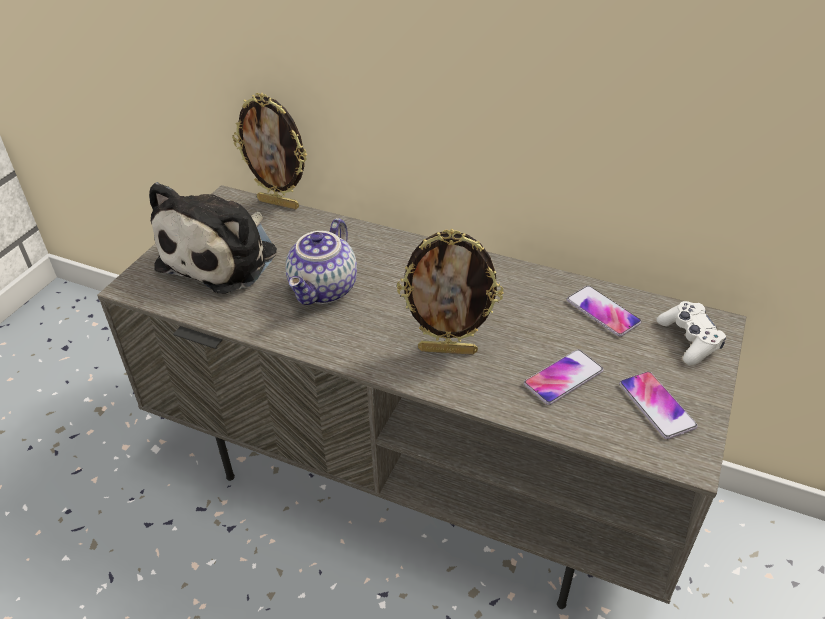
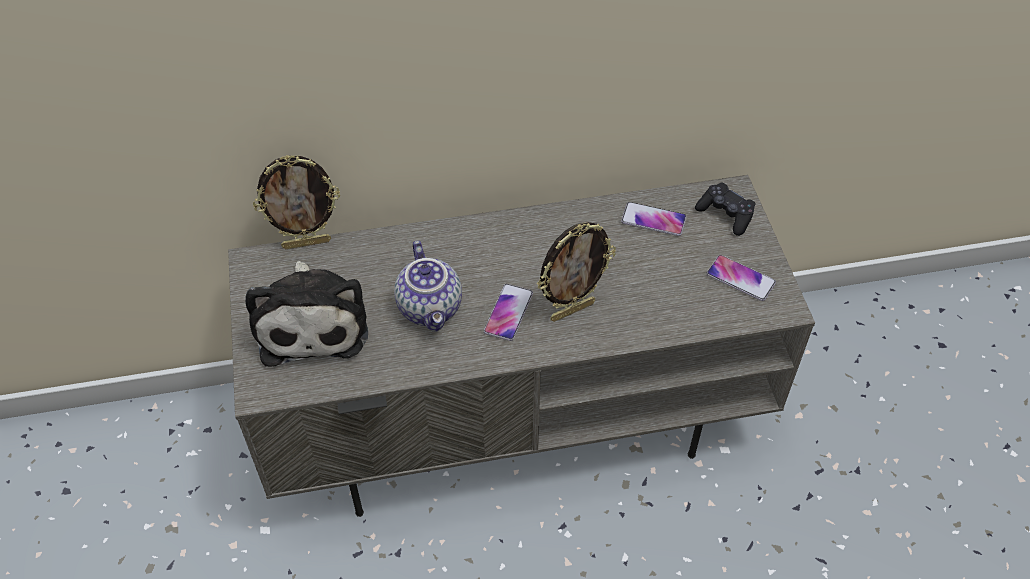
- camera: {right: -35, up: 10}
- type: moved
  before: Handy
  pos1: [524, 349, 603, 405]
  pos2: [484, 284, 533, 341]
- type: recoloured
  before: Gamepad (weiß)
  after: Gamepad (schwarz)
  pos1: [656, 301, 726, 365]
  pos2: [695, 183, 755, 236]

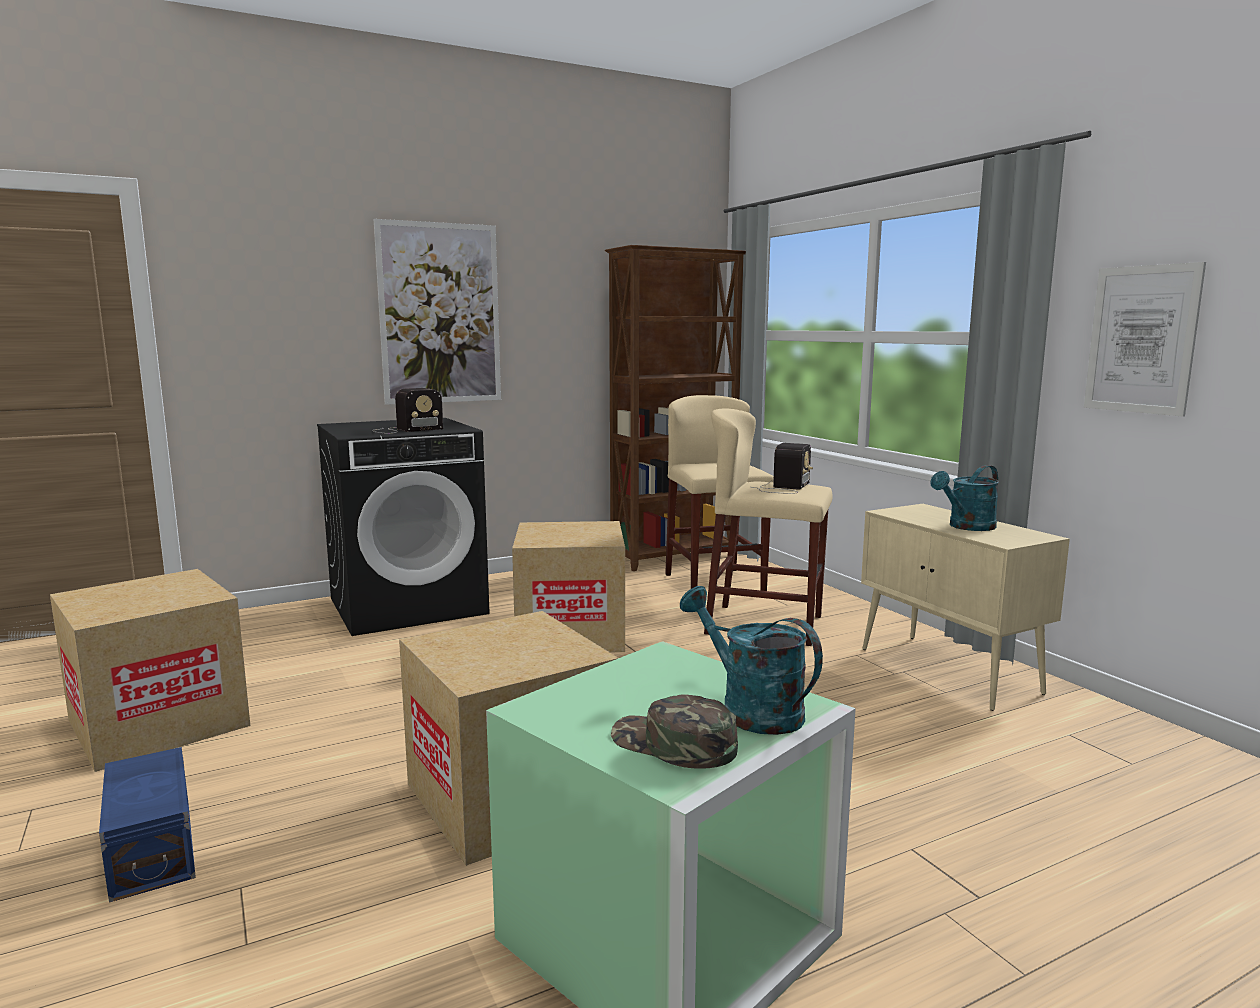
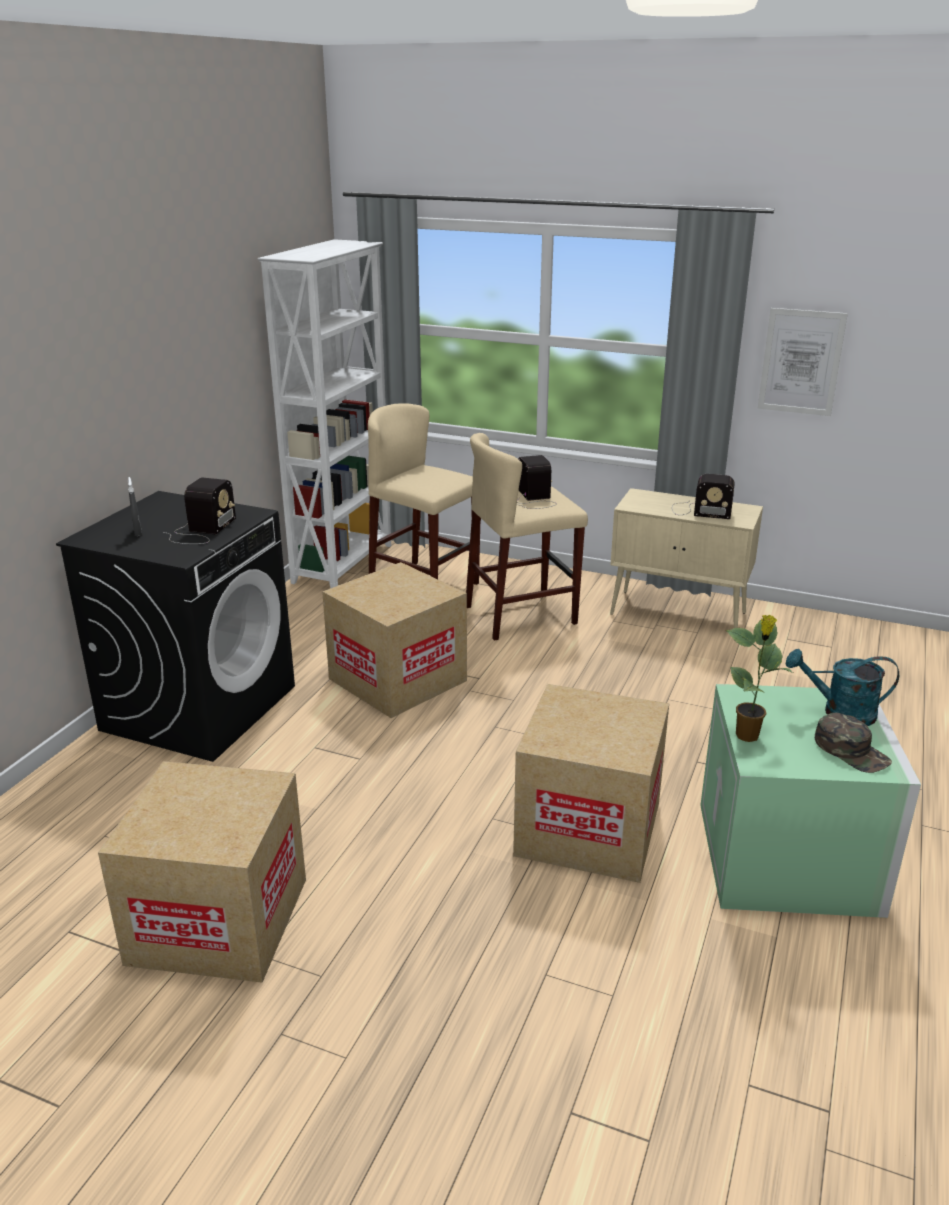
- camera: {right: -40, up: 15}
- type: removed
  before: Aufbewahrungsbox (blau)
  pos1: [99, 747, 196, 903]
- type: removed
  before: Bild
  pos1: [374, 219, 501, 405]
- type: recoloured
  before: Bücherregal (braun)
  after: Bücherregal (weiß)
  pos1: [605, 245, 746, 571]
  pos2: [258, 239, 391, 588]
- type: turned
  before: Kappe (grün)
  pos1: [611, 694, 738, 769]
  pos2: [815, 713, 892, 773]
  turn: -120
- type: replaced
  before: Gießkanne (türkis)
  after: Radio
  pos1: [930, 465, 999, 531]
  pos2: [672, 474, 735, 519]
- type: added
  after: Sprühflasche (grau)
  pos2: [128, 477, 142, 536]
- type: added
  after: Topfpflanze
  pos2: [726, 615, 793, 742]

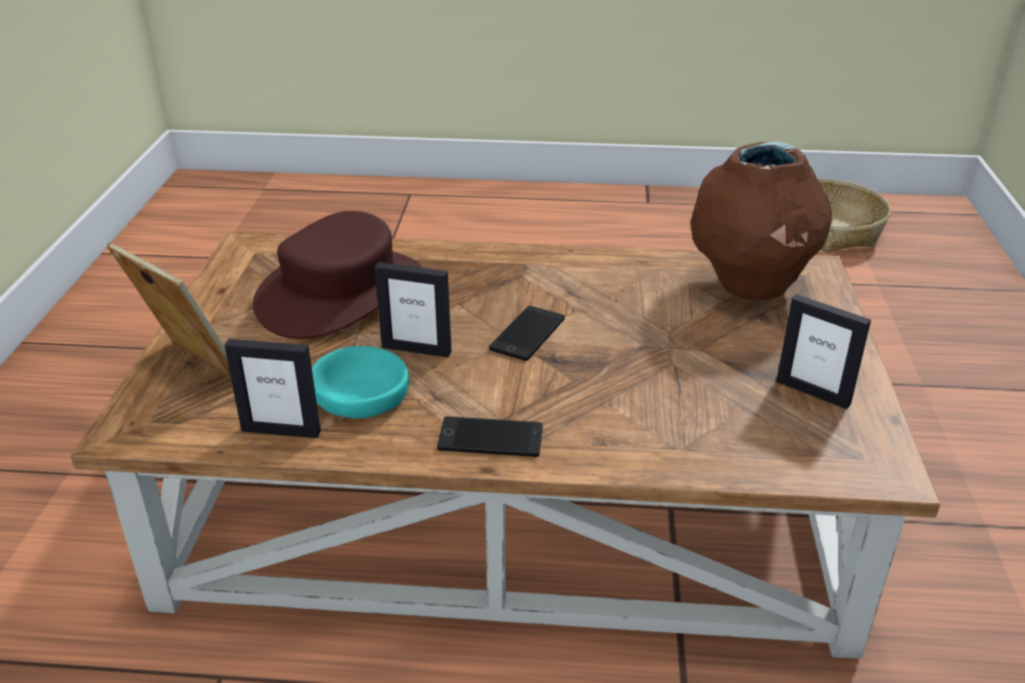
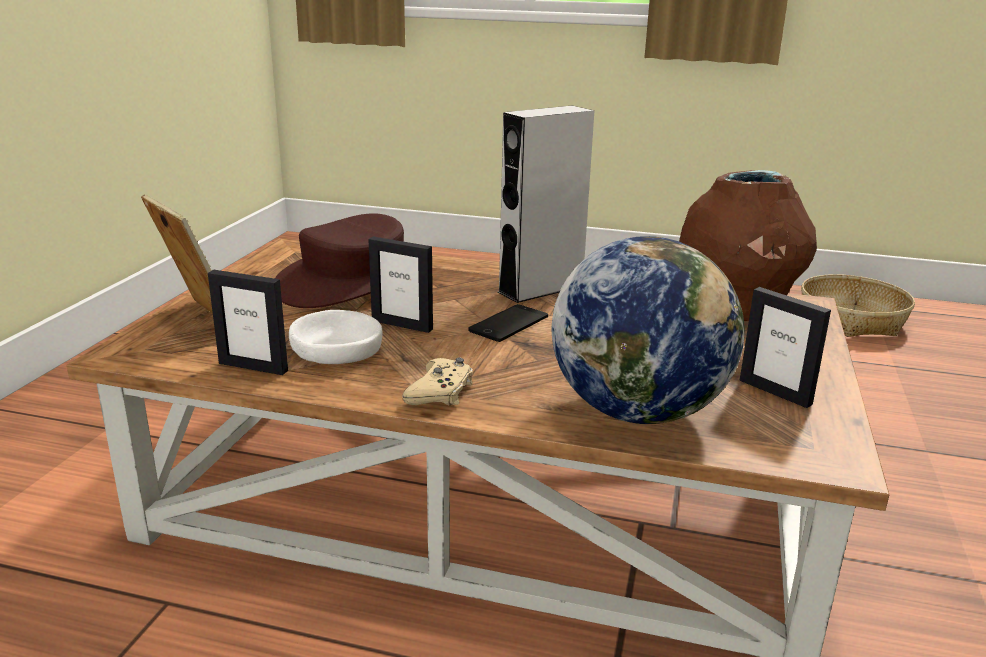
- camera: {right: 10, up: -10}
- type: recoloured
  before: Schüssel (türkis)
  after: Schüssel (weiß)
  pos1: [312, 346, 409, 418]
  pos2: [289, 310, 382, 364]
- type: replaced
  before: Handy
  after: Gamepad (beige)
  pos1: [437, 417, 543, 457]
  pos2: [402, 357, 473, 406]
- type: added
  after: Lautsprecher (grau)
  pos2: [498, 106, 594, 303]
- type: added
  after: Globus
  pos2: [551, 236, 744, 424]

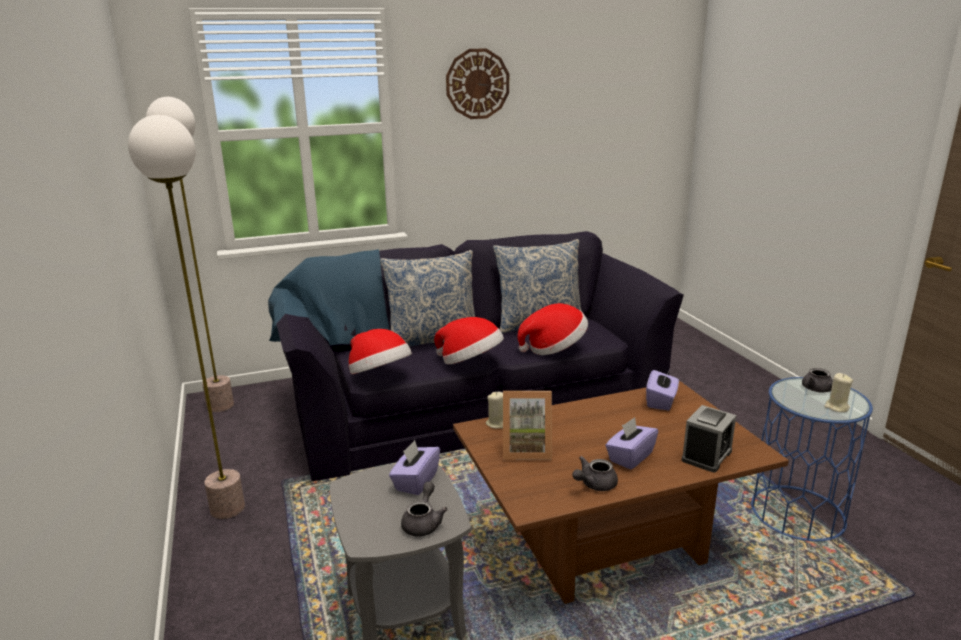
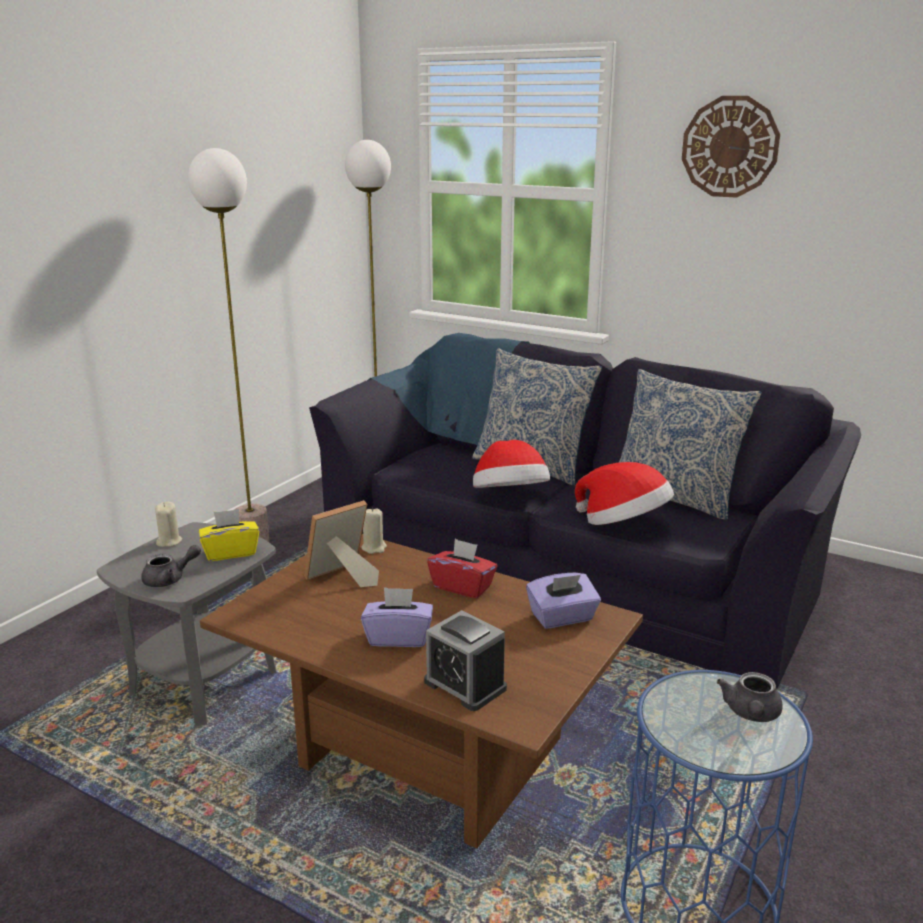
- camera: {right: 50, up: 0}
- type: removed
  before: Hut
  pos1: [348, 329, 412, 374]
- type: recoloured
  before: Taschentuchbox (lila)
  after: Taschentuchbox (gelb)
  pos1: [389, 440, 440, 495]
  pos2: [199, 509, 259, 561]
- type: turned
  before: Bilderrahmen
  pos1: [503, 391, 552, 460]
  pos2: [304, 500, 379, 587]
  turn: 90
- type: removed
  before: Teekanne (grau)
  pos1: [572, 456, 618, 491]
- type: turned
  before: Wecker
  pos1: [682, 405, 736, 472]
  pos2: [424, 610, 507, 711]
  turn: 45
- type: moved
  before: Kerze (beige)
  pos1: [824, 373, 853, 412]
  pos2: [155, 502, 182, 547]
- type: added
  after: Taschentuchbox (rot)
  pos2: [427, 539, 498, 598]

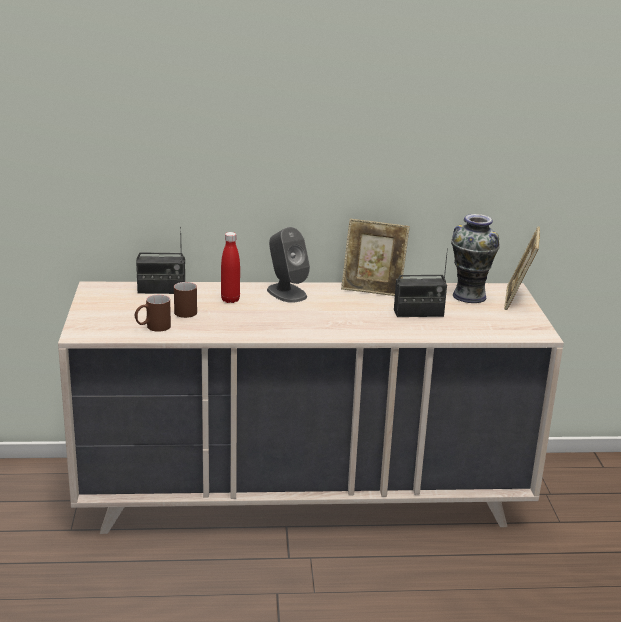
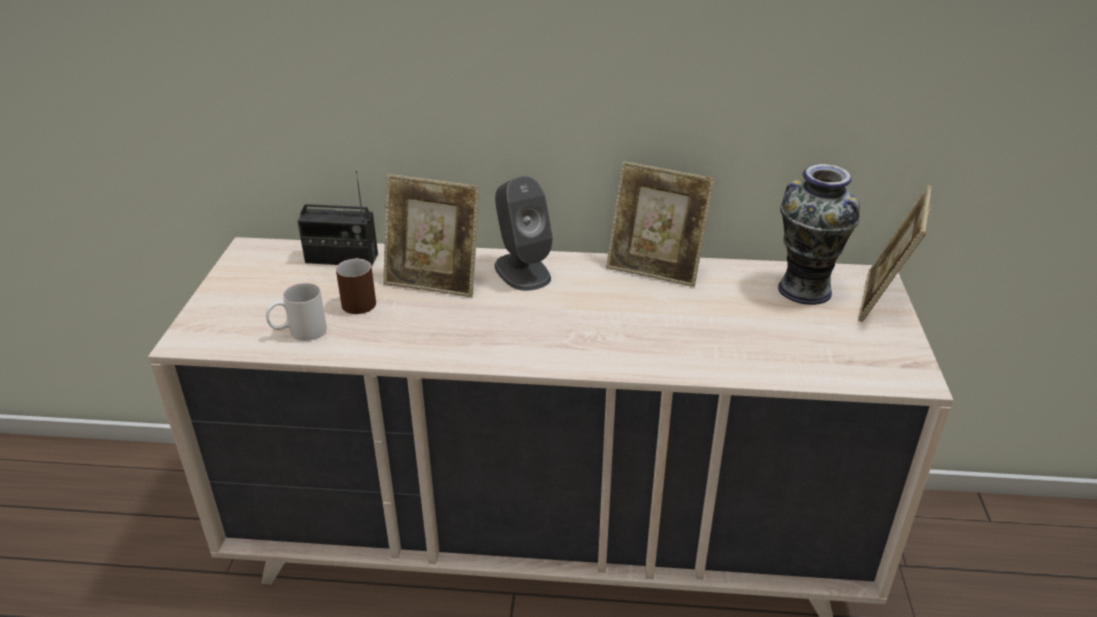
- camera: {right: 10, up: 10}
- type: recoloured
  before: Henkelbecher (braun)
  after: Henkelbecher (weiß)
  pos1: [134, 295, 171, 332]
  pos2: [266, 283, 327, 341]
- type: replaced
  before: Flasche (rot)
  after: Bilderrahmen
  pos1: [221, 232, 240, 303]
  pos2: [383, 174, 480, 297]
- type: removed
  before: Radio
  pos1: [394, 248, 448, 317]

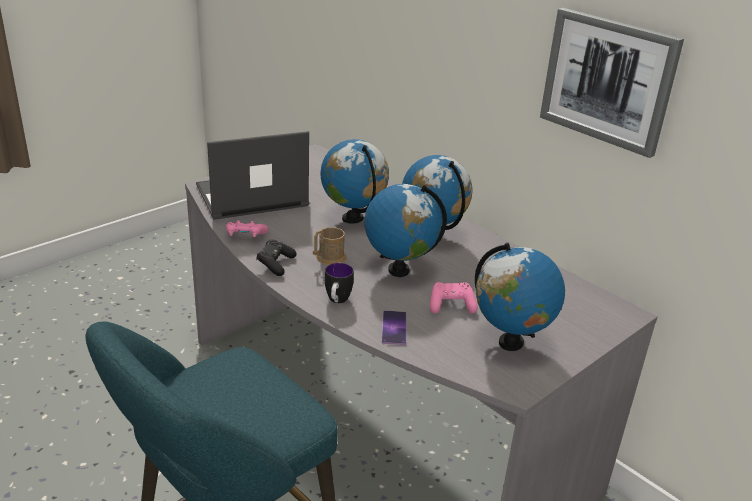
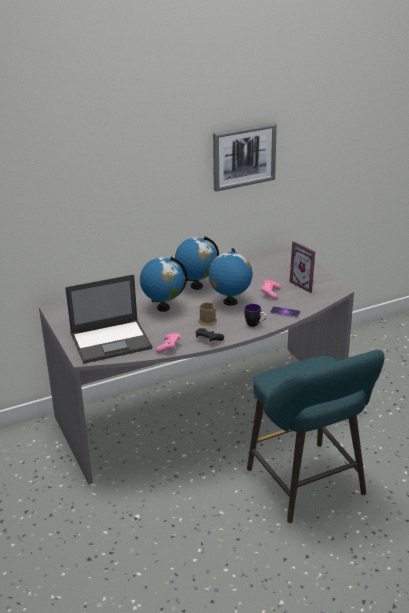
- camera: {right: -70, up: 0}
- type: turned
  before: Laptop
  pos1: [196, 131, 309, 220]
  pos2: [65, 274, 152, 364]
  turn: -105
- type: replaced
  before: Globus
  after: Bilderrahmen
  pos1: [475, 243, 565, 351]
  pos2: [290, 241, 315, 293]

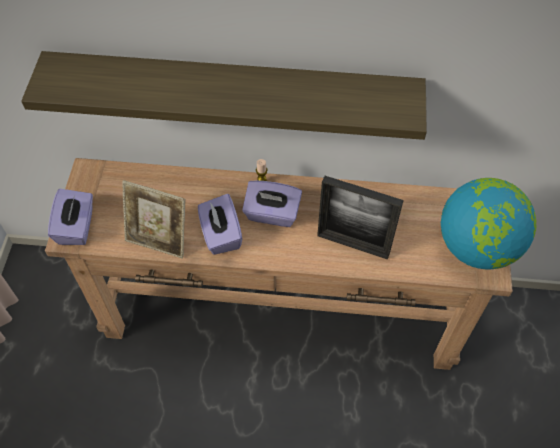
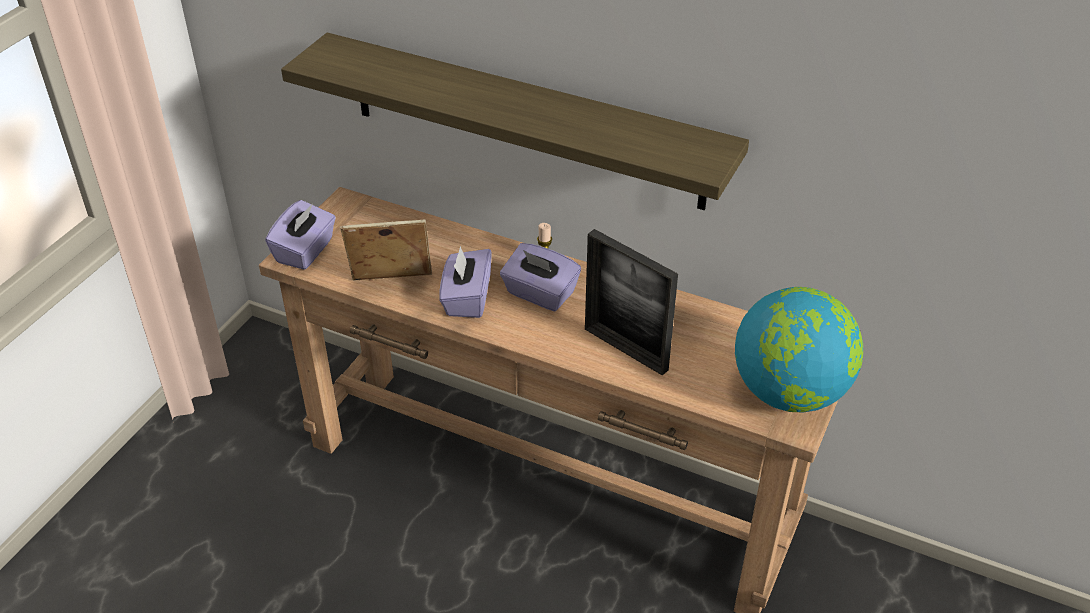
- camera: {right: 20, up: -15}
- type: turned
  before: Bilderrahmen
  pos1: [122, 180, 185, 259]
  pos2: [340, 220, 432, 281]
  turn: 135

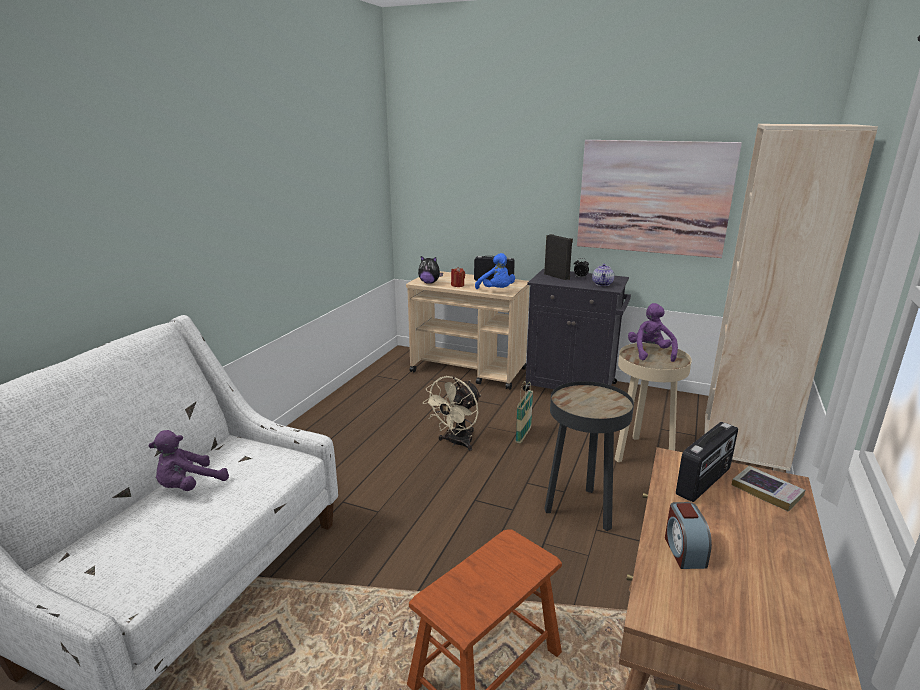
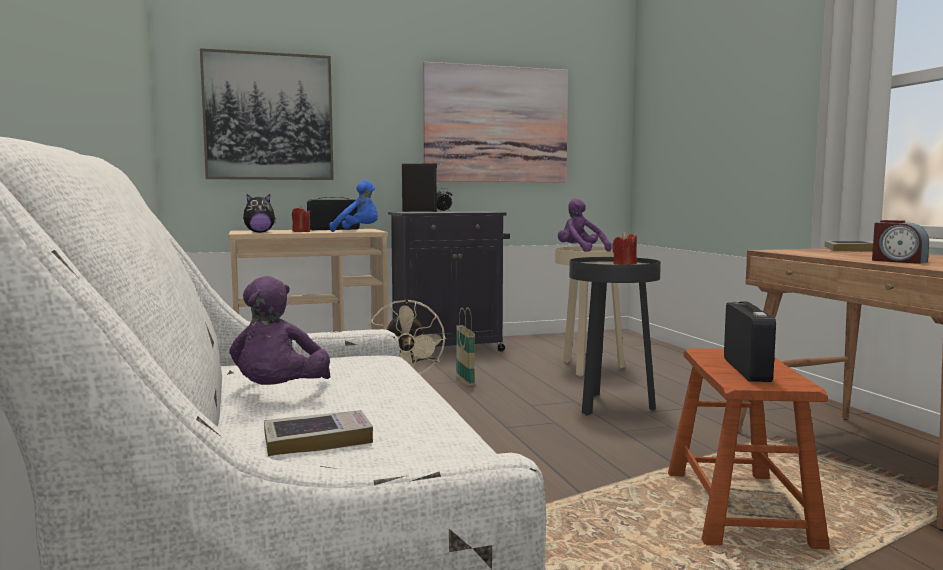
- camera: {right: -40, up: -15}
- type: removed
  before: Teekanne
  pos1: [592, 264, 614, 286]
- type: moved
  before: Radio
  pos1: [676, 422, 738, 502]
  pos2: [724, 301, 776, 382]
- type: removed
  before: Bücherregal (beige)
  pos1: [704, 124, 878, 472]
- type: added
  after: Bild
  pos2: [200, 48, 334, 180]
- type: added
  after: Buch
  pos2: [264, 410, 373, 456]
- type: added
  after: Kerze (rot)
  pos2: [612, 232, 637, 265]

